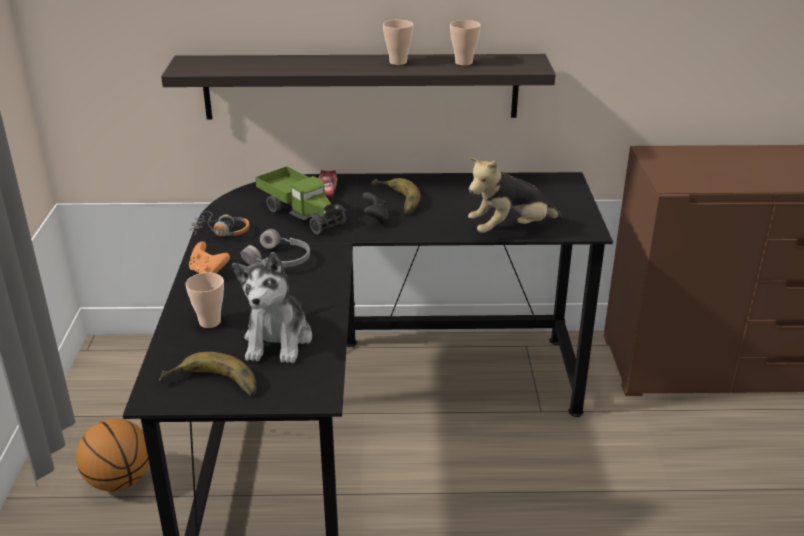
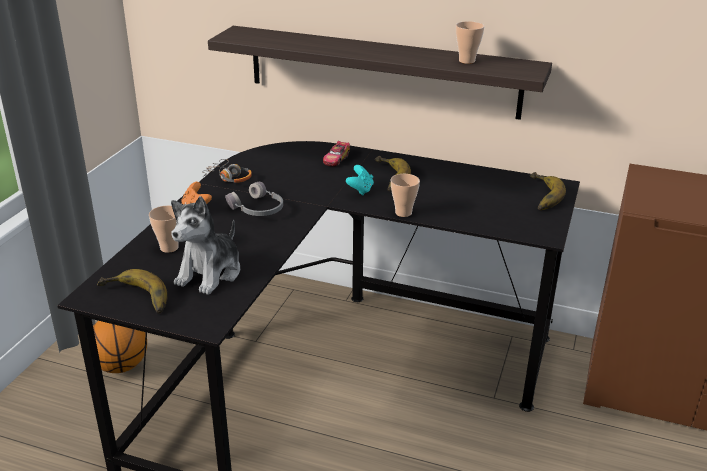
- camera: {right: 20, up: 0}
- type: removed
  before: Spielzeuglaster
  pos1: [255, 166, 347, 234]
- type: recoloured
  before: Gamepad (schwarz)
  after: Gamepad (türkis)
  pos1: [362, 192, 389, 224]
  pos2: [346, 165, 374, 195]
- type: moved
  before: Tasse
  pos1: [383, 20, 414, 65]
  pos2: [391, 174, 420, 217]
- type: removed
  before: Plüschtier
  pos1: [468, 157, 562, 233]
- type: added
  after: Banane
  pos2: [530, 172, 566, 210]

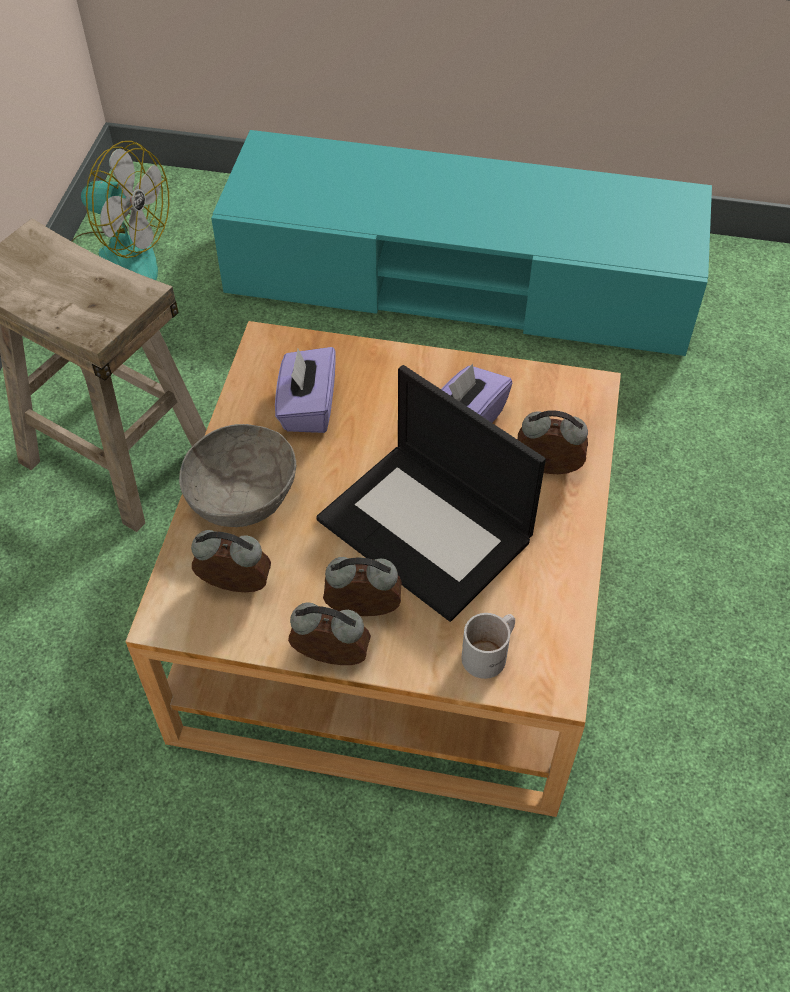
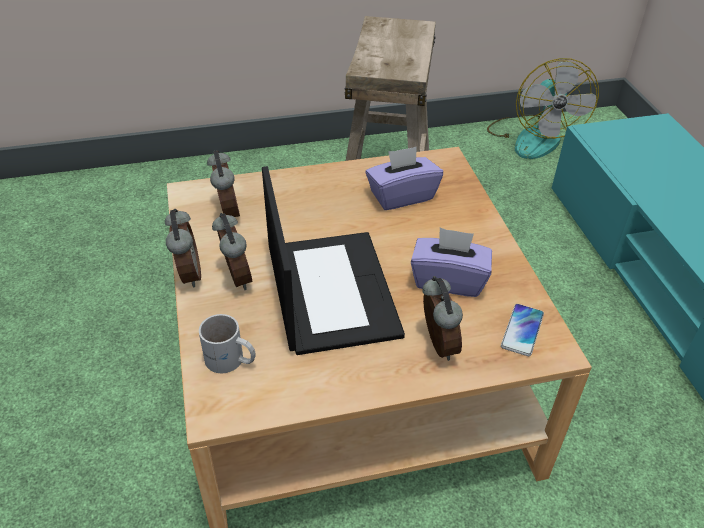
- camera: {right: 65, up: -10}
- type: removed
  before: Schüssel (grau)
  pos1: [179, 424, 296, 527]
- type: turned
  before: Laptop
  pos1: [316, 365, 546, 622]
  pos2: [262, 166, 405, 355]
  turn: 150
- type: added
  after: Handy
  pos2: [501, 304, 544, 356]

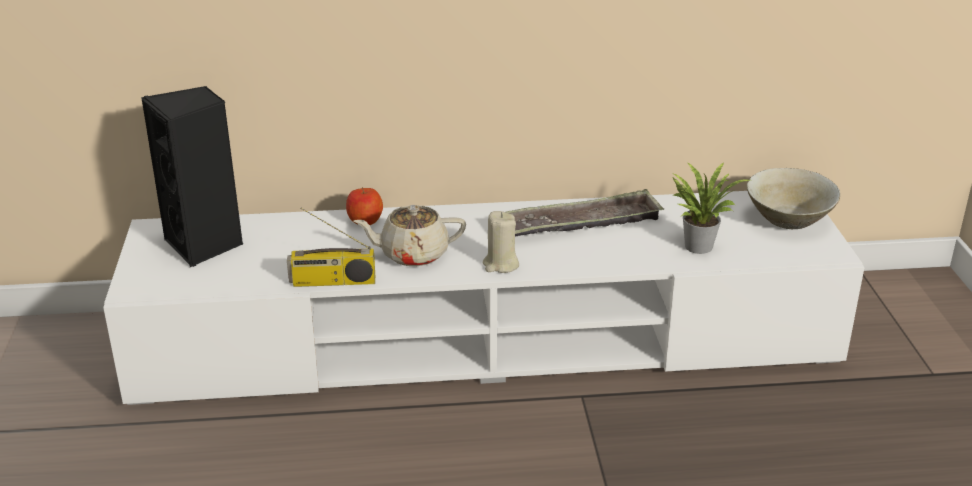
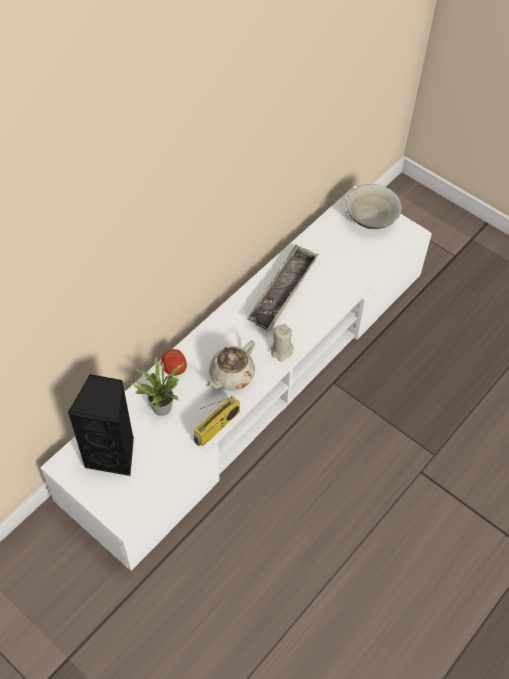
- camera: {right: -45, up: 25}
- type: moved
  before: Topfpflanze
  pos1: [673, 162, 750, 254]
  pos2: [131, 356, 185, 416]

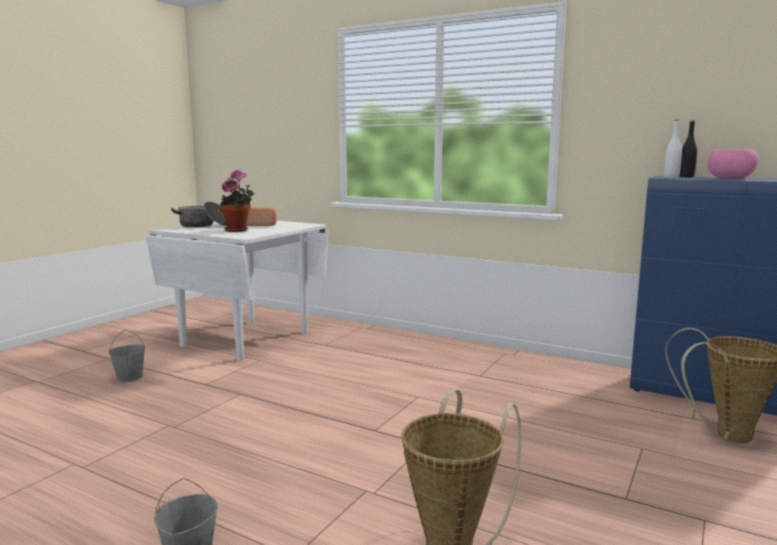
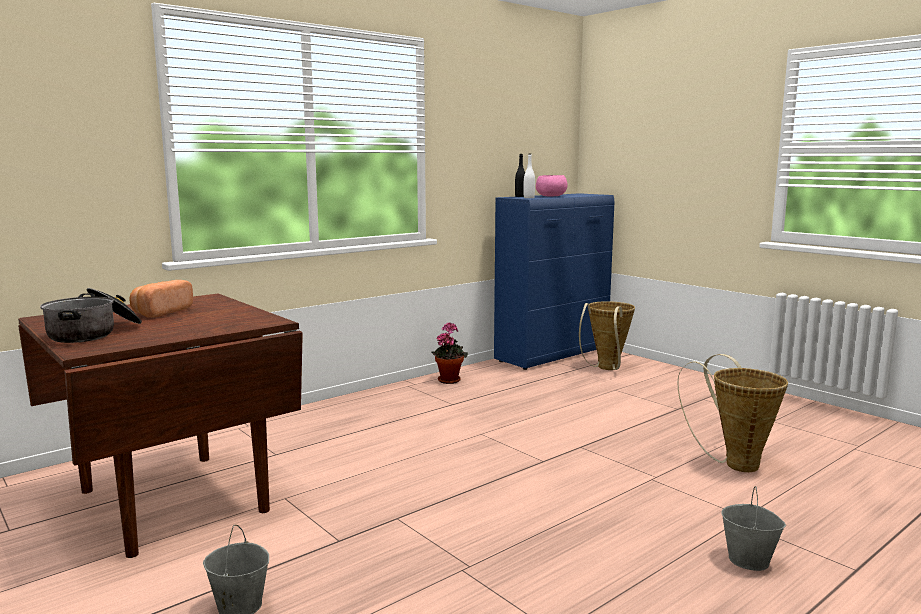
- camera: {right: -70, up: 0}
- type: recoloured
  before: Esstisch (weiß)
  after: Esstisch (braun)
  pos1: [146, 221, 329, 361]
  pos2: [18, 294, 303, 558]
- type: moved
  before: Topfpflanze
  pos1: [220, 170, 254, 232]
  pos2: [432, 322, 468, 384]

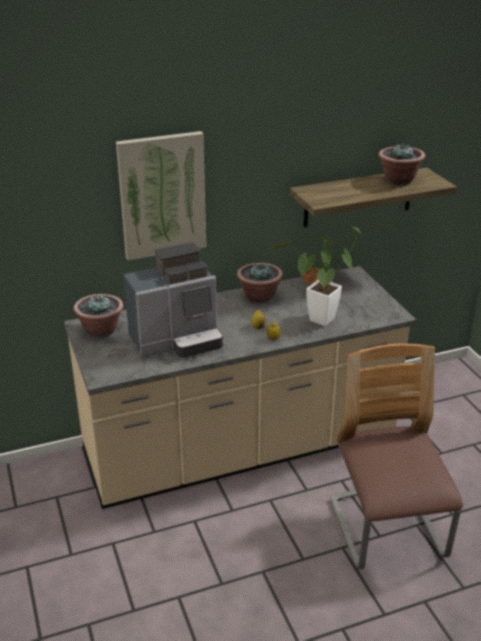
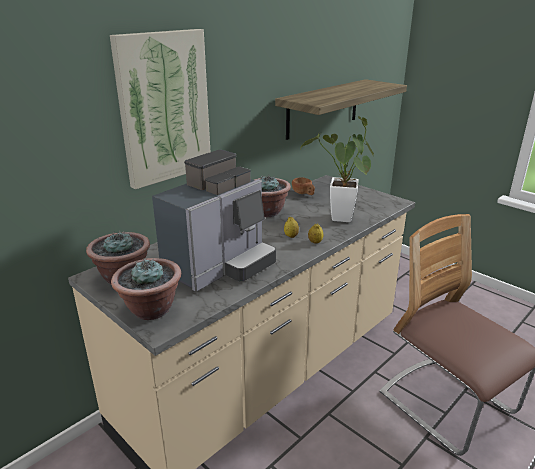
- camera: {right: -25, up: -5}
- type: moved
  before: Topfpflanze
  pos1: [378, 143, 425, 185]
  pos2: [111, 258, 181, 320]

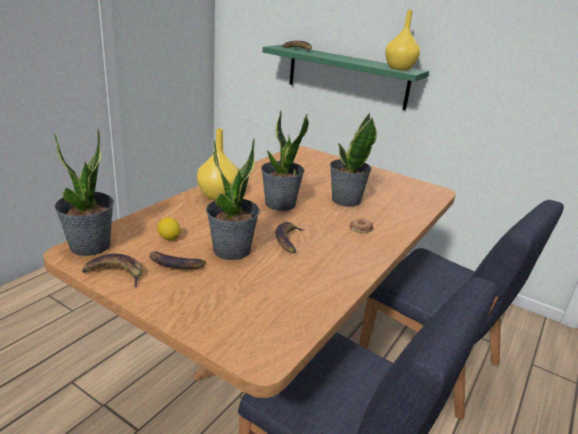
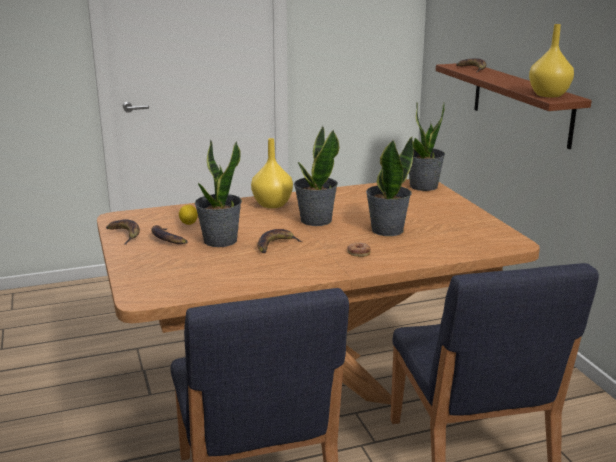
- camera: {right: 40, up: -5}
- type: moved
  before: Topfpflanze
  pos1: [54, 129, 114, 256]
  pos2: [409, 102, 445, 191]
- type: recoloured
  before: Wandregal (grün)
  after: Wandregal (braun)
  pos1: [262, 45, 429, 110]
  pos2: [436, 63, 592, 149]

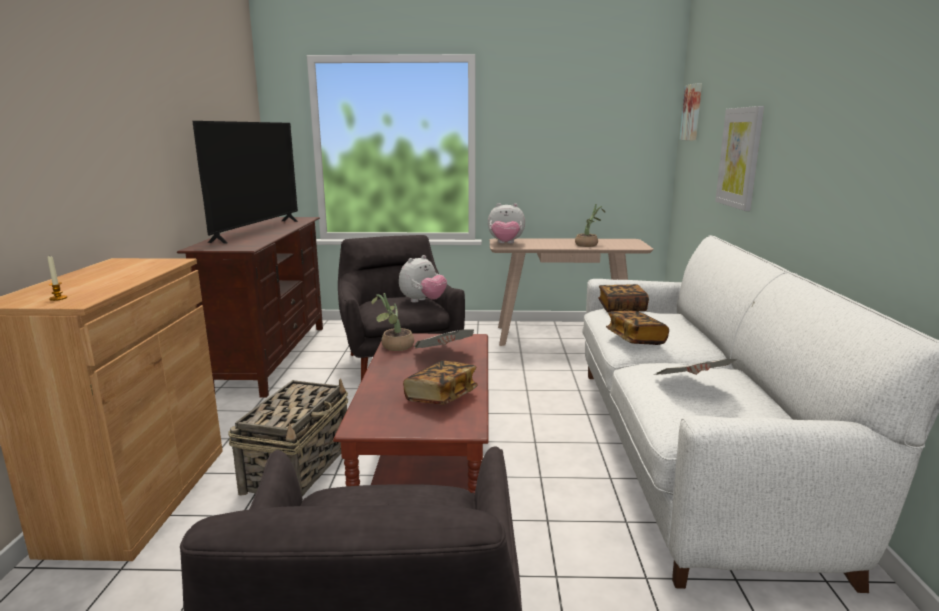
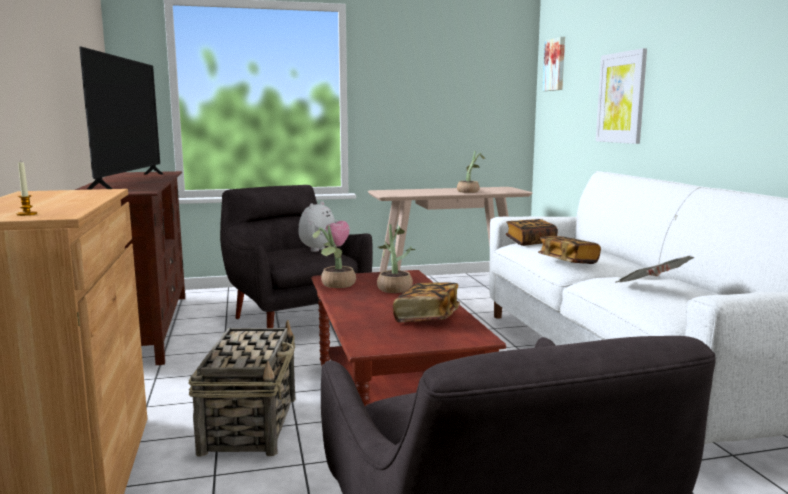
- camera: {right: -15, up: -5}
- type: replaced
  before: Zeitung
  after: Topfpflanze
  pos1: [414, 329, 474, 348]
  pos2: [377, 224, 415, 293]
- type: removed
  before: Plüschtier
  pos1: [488, 203, 525, 243]

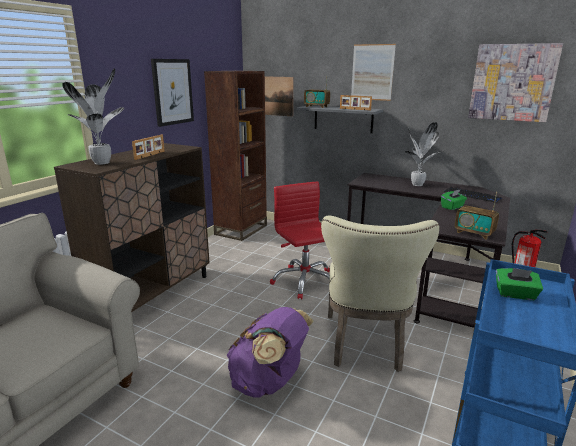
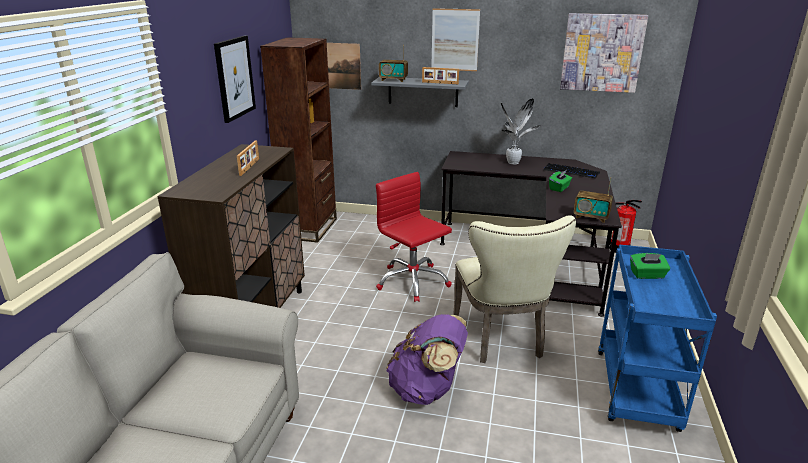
- camera: {right: -15, up: 5}
- type: removed
  before: Topfpflanze
  pos1: [62, 68, 124, 165]

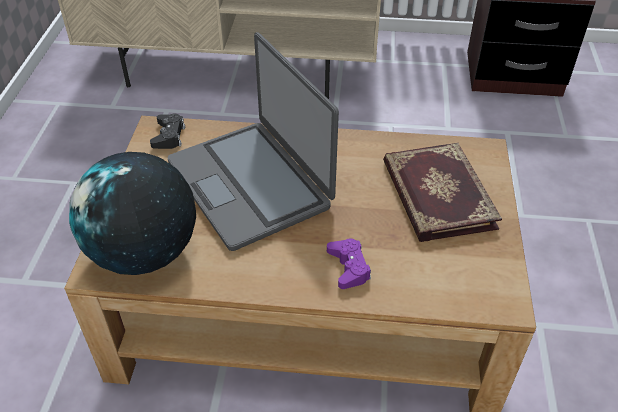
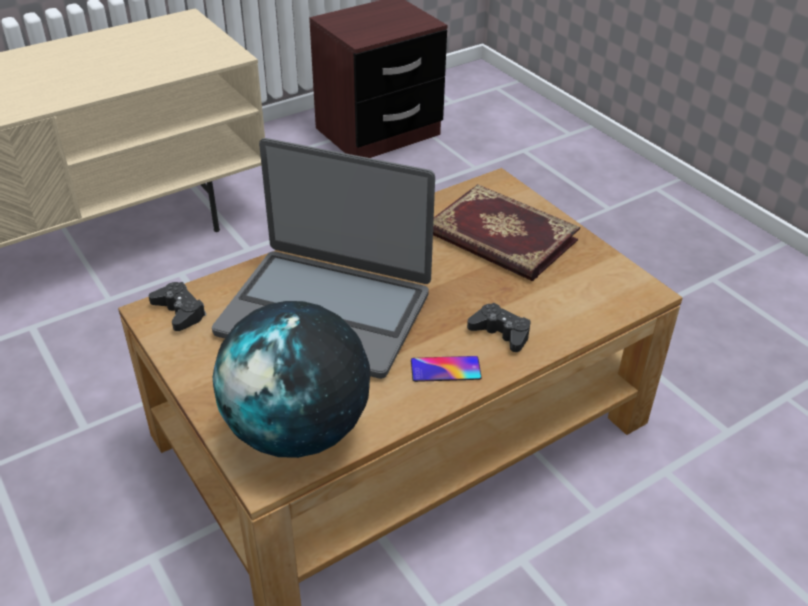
- camera: {right: -40, up: -5}
- type: recoloured
  before: Gamepad (lila)
  after: Gamepad (schwarz)
  pos1: [327, 239, 371, 289]
  pos2: [467, 303, 531, 352]
- type: added
  after: Handy
  pos2: [411, 356, 482, 382]

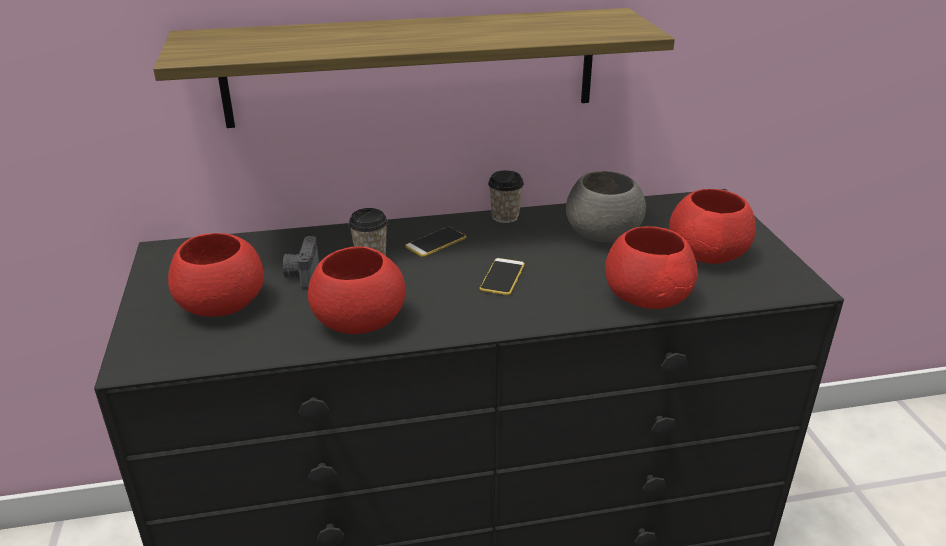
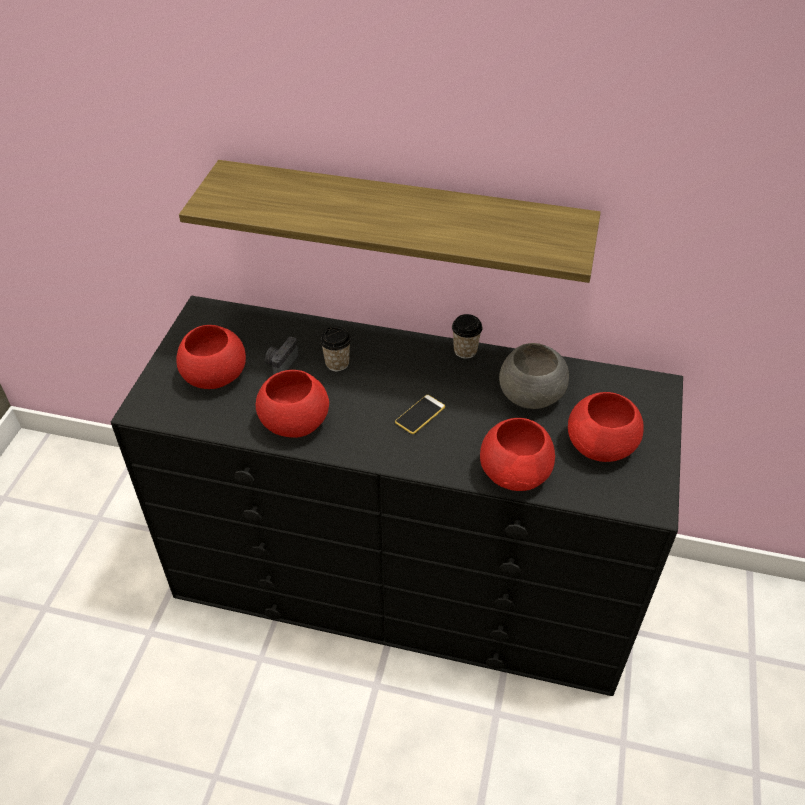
- camera: {right: 25, up: 15}
- type: removed
  before: Handy
  pos1: [405, 227, 466, 257]

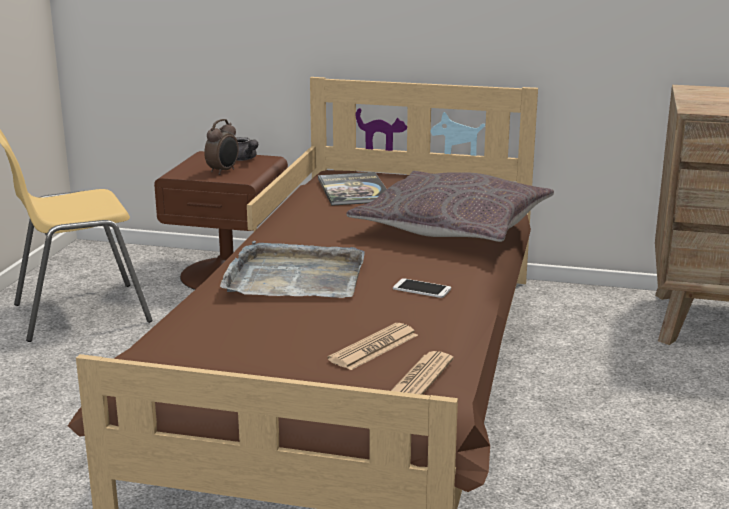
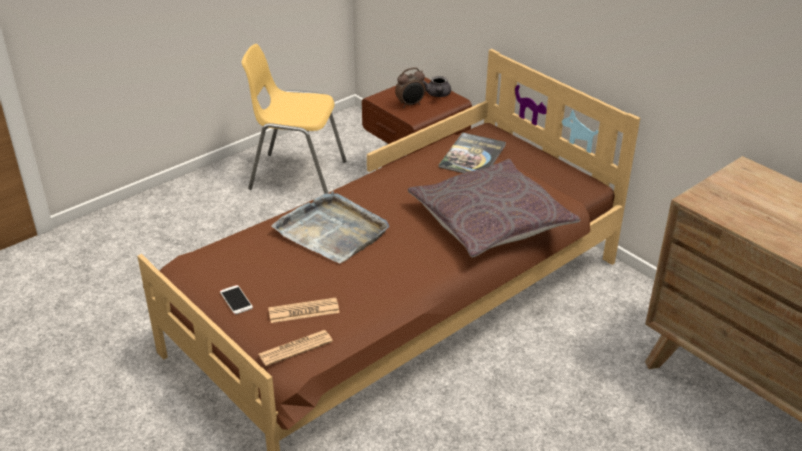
- camera: {right: 35, up: 15}
- type: moved
  before: Handy
  pos1: [393, 278, 451, 298]
  pos2: [220, 285, 253, 315]

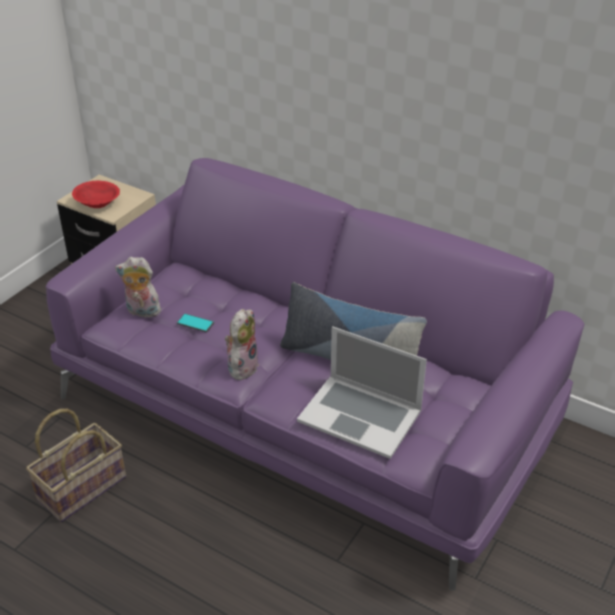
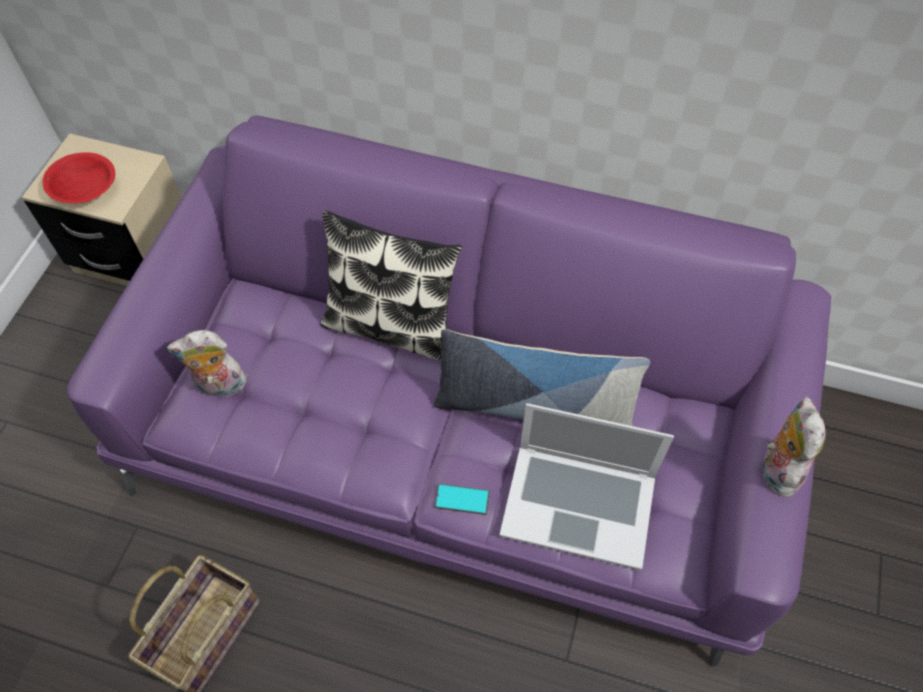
- camera: {right: -15, up: 20}
- type: moved
  before: Handy
  pos1: [177, 314, 214, 332]
  pos2: [435, 484, 490, 515]
- type: moved
  before: Plüschtier
  pos1: [225, 309, 259, 380]
  pos2: [763, 397, 826, 497]
- type: added
  after: Kissen
  pos2: [321, 211, 462, 361]

